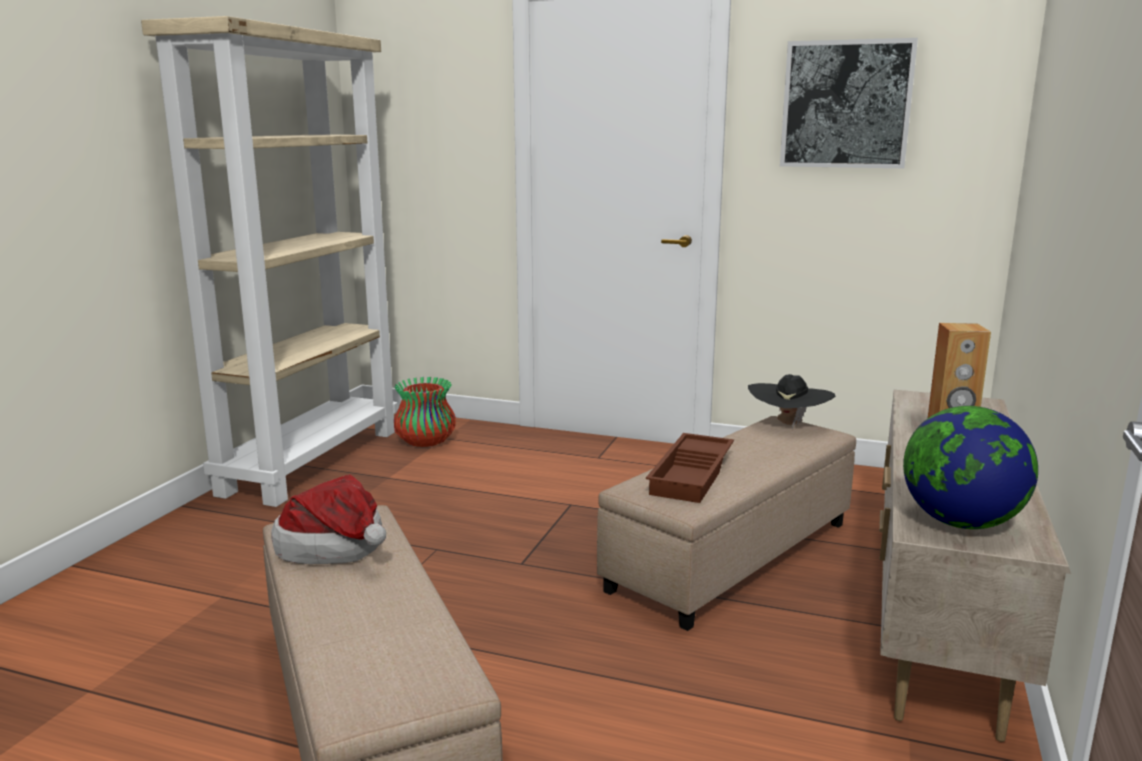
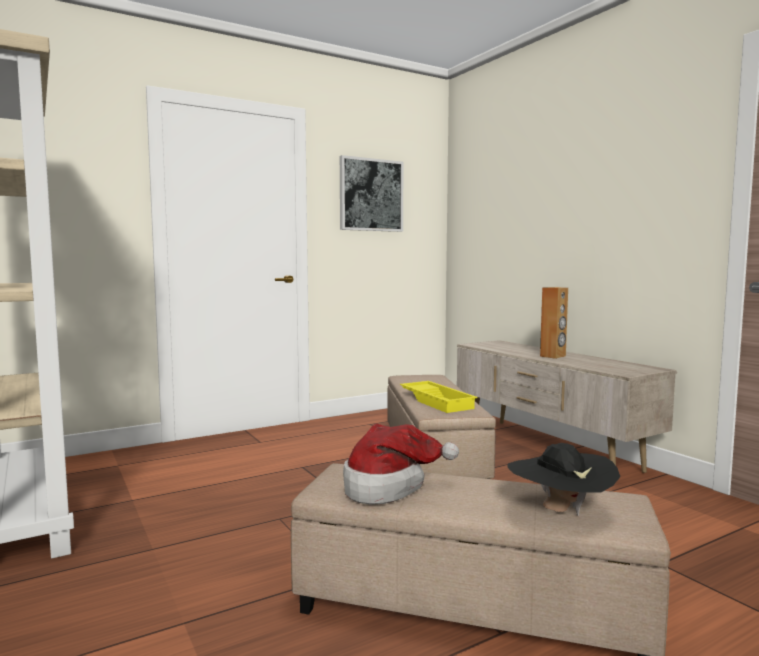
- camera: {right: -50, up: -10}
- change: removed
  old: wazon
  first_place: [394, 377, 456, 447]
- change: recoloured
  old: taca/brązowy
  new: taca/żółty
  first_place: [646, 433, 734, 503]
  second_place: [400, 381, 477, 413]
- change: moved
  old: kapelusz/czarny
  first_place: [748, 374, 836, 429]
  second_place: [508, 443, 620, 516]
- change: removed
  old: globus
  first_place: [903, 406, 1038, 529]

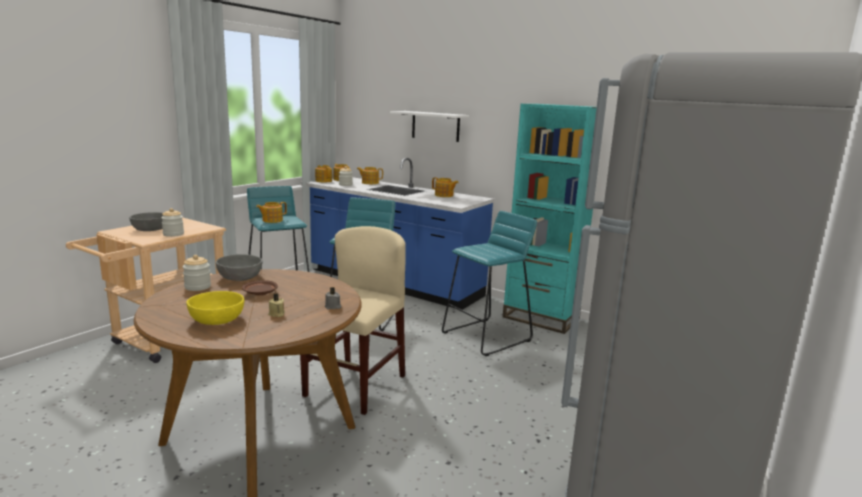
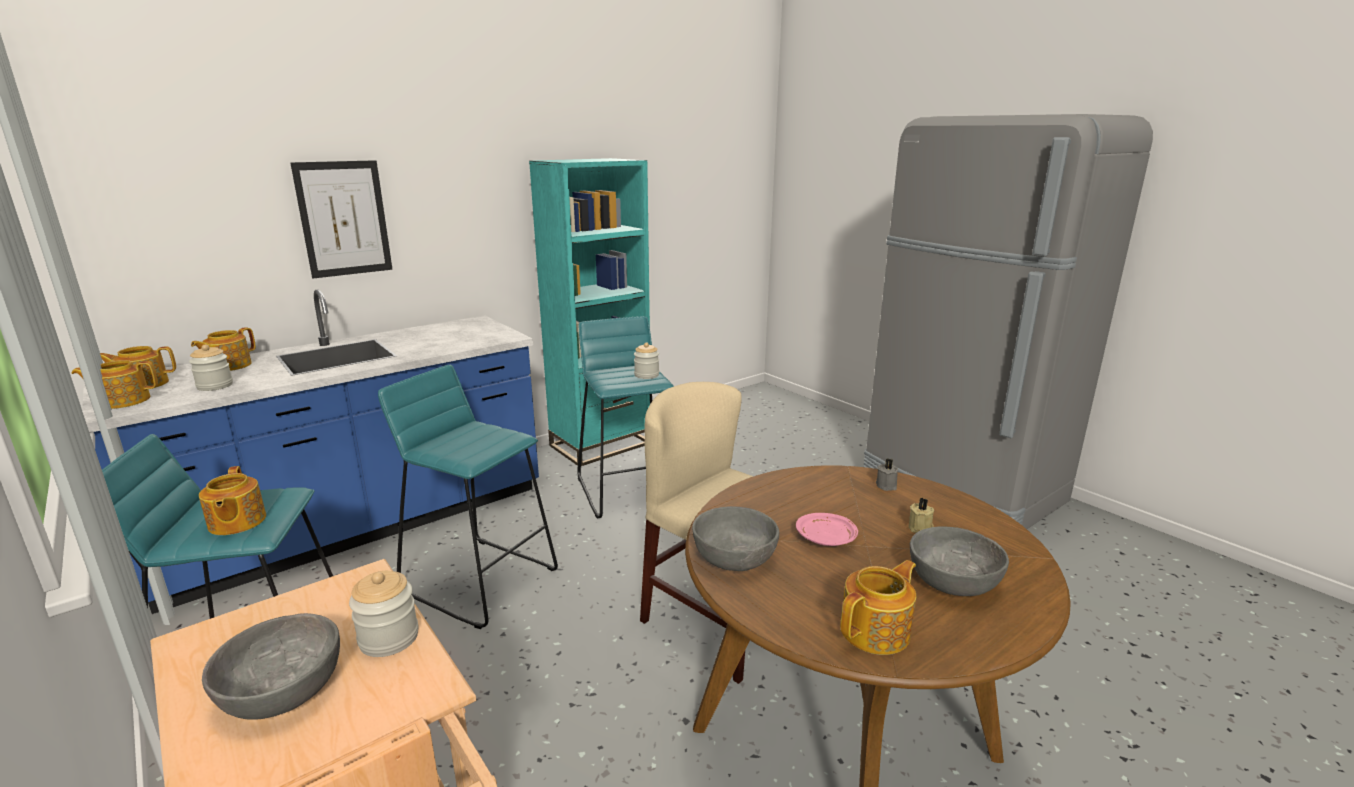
- camera: {right: -70, up: 5}
- change: moved
  old: słoik
  first_place: [183, 255, 211, 291]
  second_place: [634, 343, 659, 379]
- change: recoloured
  old: miska/żółty
  new: miska/szary
  first_place: [186, 291, 244, 325]
  second_place: [910, 527, 1009, 596]
- change: recoloured
  old: talerz/brązowy
  new: talerz/różowy
  first_place: [242, 280, 278, 296]
  second_place: [796, 513, 858, 546]
- change: replaced
  old: półka/biały
  new: obraz
  first_place: [390, 111, 469, 142]
  second_place: [290, 160, 392, 278]
- change: moved
  old: imbryk
  first_place: [432, 177, 459, 197]
  second_place: [840, 560, 916, 655]

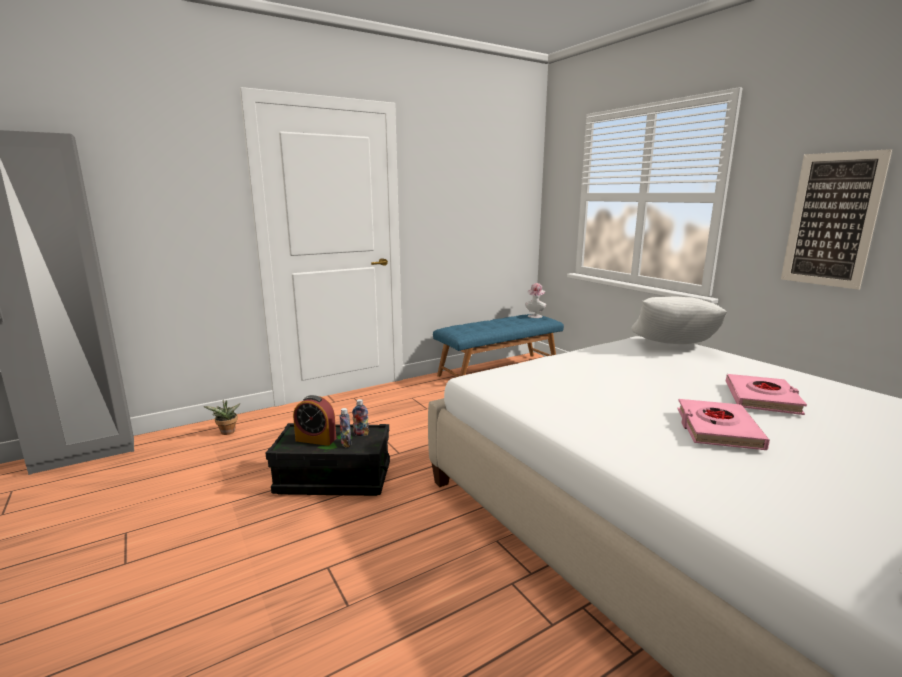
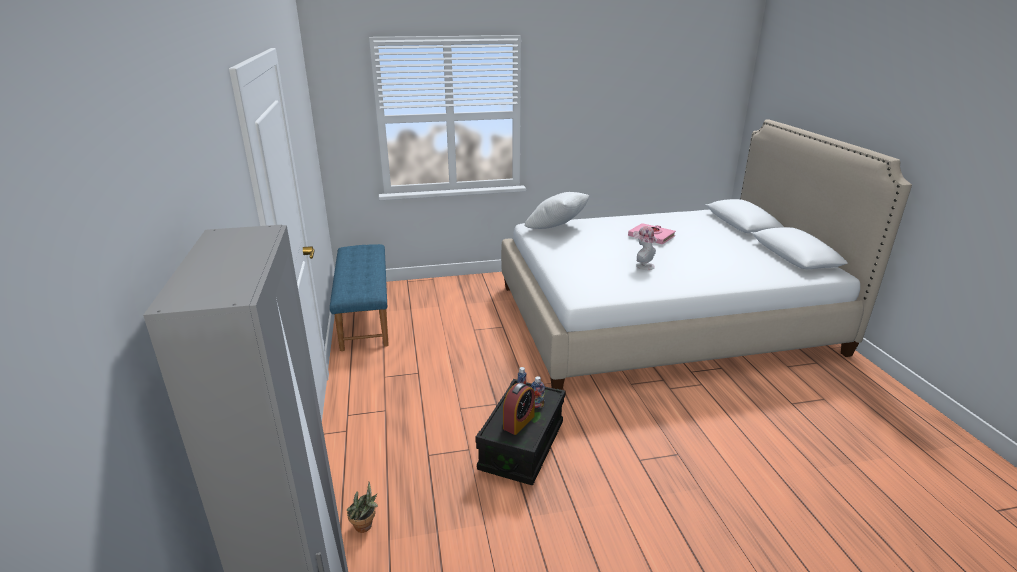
- camera: {right: -70, up: 10}
- change: moved
  old: kapelusz
  first_place: [525, 283, 546, 318]
  second_place: [633, 226, 657, 270]
- change: removed
  old: książka/różowy
  first_place: [677, 399, 770, 450]
- change: removed
  old: obraz
  first_place: [781, 149, 892, 290]

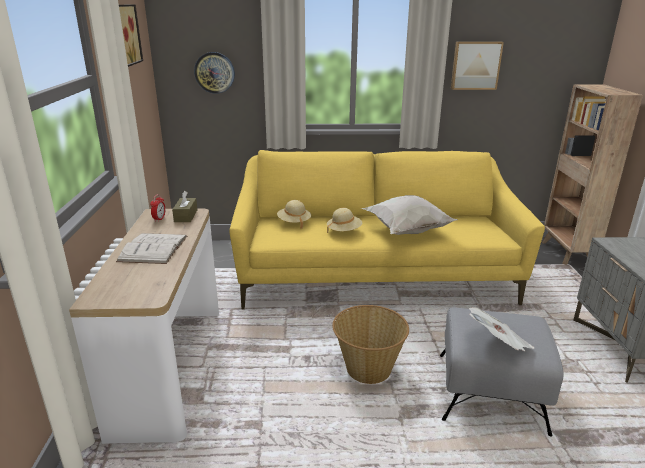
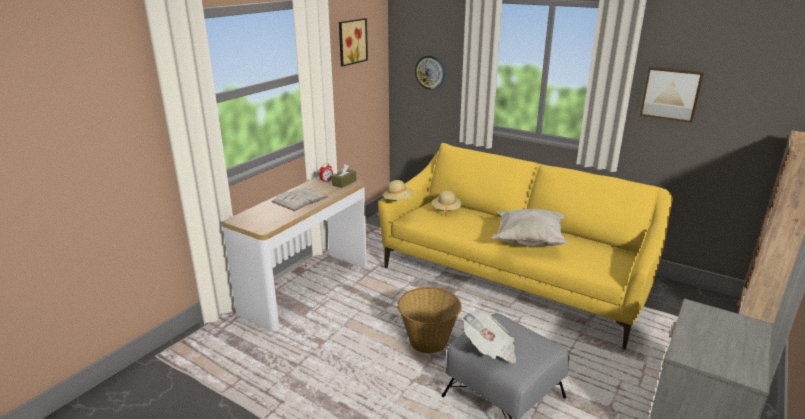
- camera: {right: 35, up: 0}
- change: moved
  old: kapelusz/beżowy
  first_place: [327, 208, 362, 233]
  second_place: [383, 180, 414, 200]

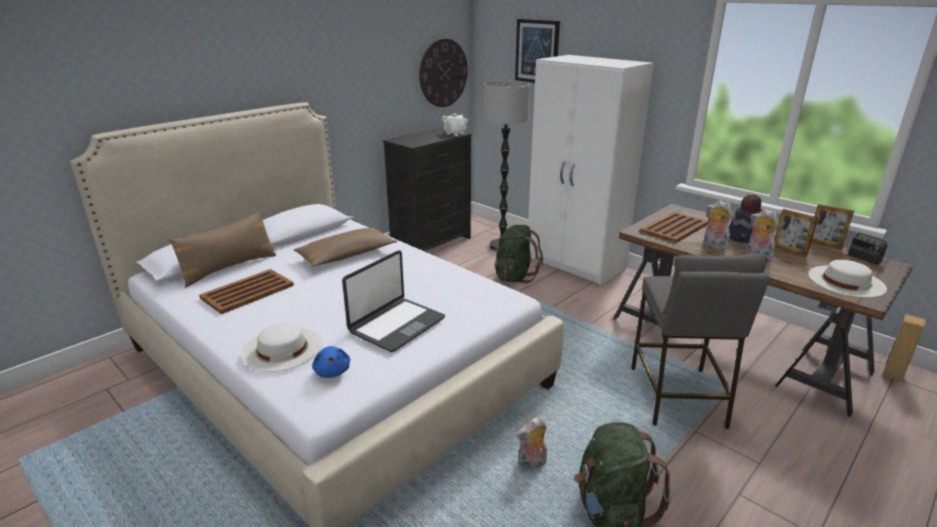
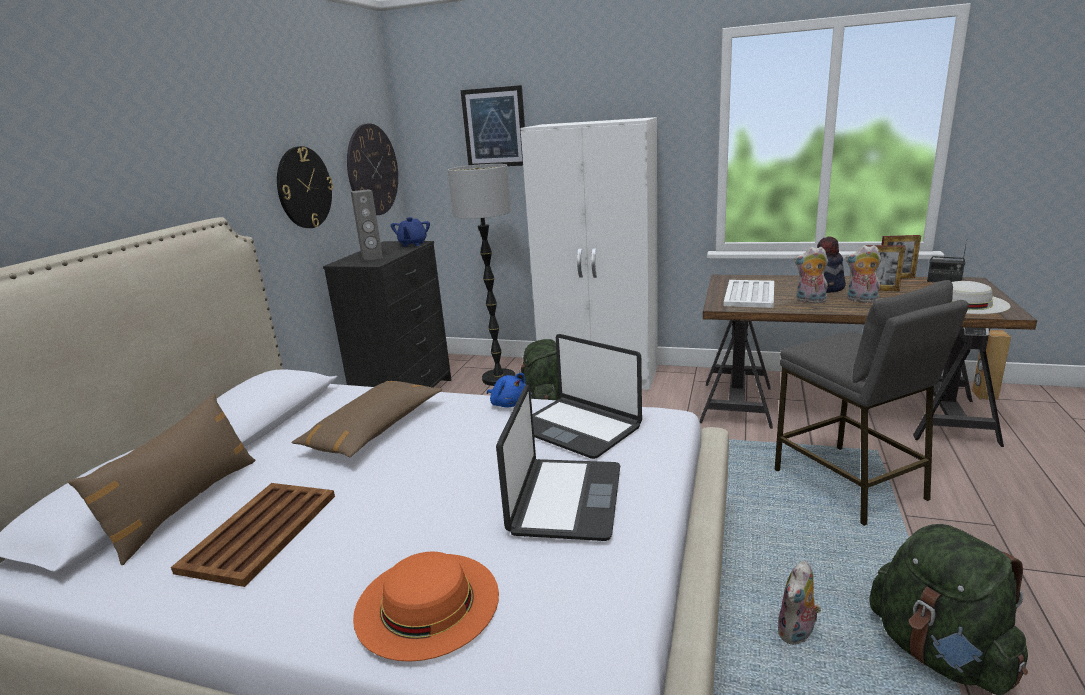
- camera: {right: -25, up: -5}
- change: recoloured
  old: kapelusz/biały
  new: kapelusz/pomarańczowy
  first_place: [241, 323, 322, 372]
  second_place: [353, 552, 499, 662]
- change: moved
  old: pluszak/niebieski
  first_place: [312, 346, 350, 378]
  second_place: [487, 373, 526, 407]
- change: recoloured
  old: imbryk/biały
  new: imbryk/niebieski
  first_place: [442, 114, 468, 136]
  second_place: [391, 217, 430, 247]
- change: recoloured
  old: taca/brązowy
  new: taca/biały
  first_place: [640, 212, 708, 243]
  second_place: [723, 280, 774, 308]
- change: added
  new: zegar ścienny
  second_place: [277, 146, 333, 228]
- change: added
  new: głośnik/szary
  second_place: [350, 189, 383, 261]
- change: added
  new: laptop
  second_place: [532, 334, 642, 459]

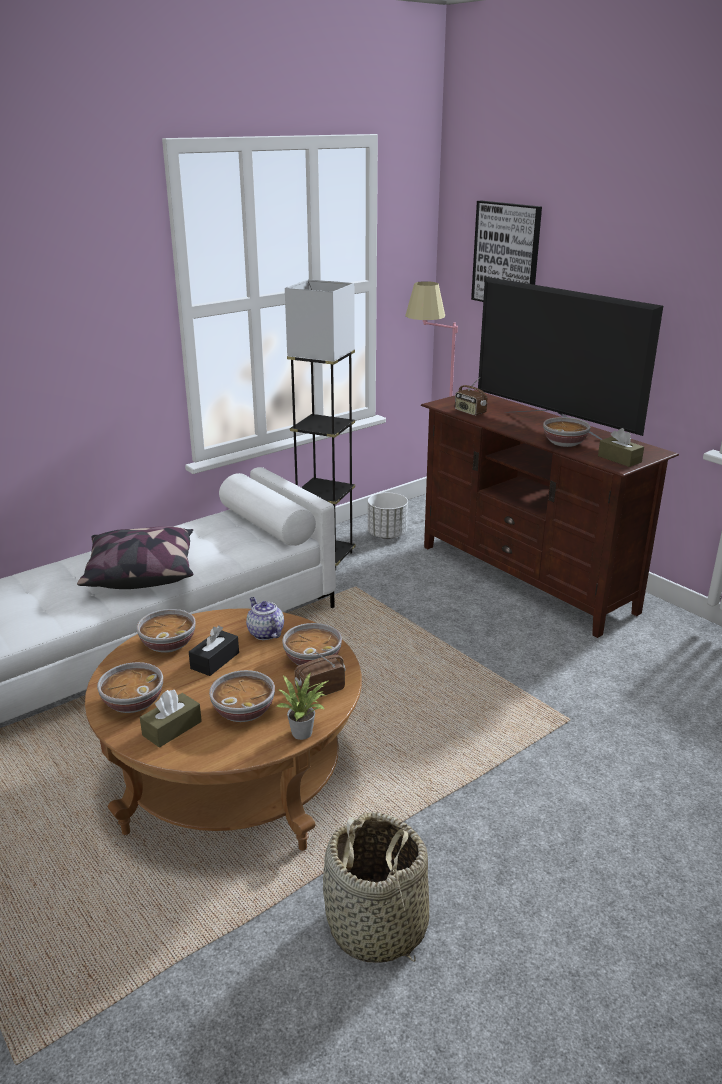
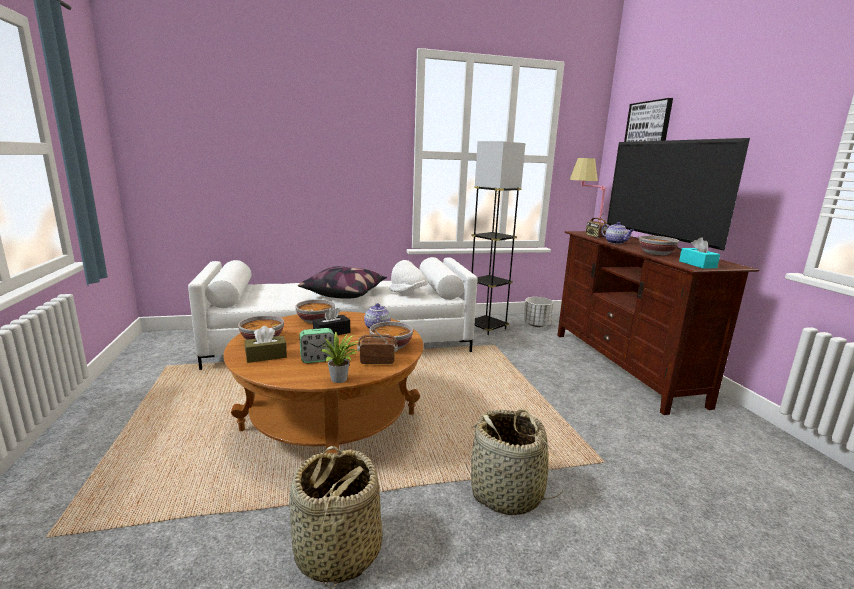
- camera: {right: 25, up: -10}
- change: replaced
  old: miska
  new: budzik
  first_place: [209, 670, 275, 722]
  second_place: [299, 328, 334, 363]
- change: recoloured
  old: pudełko chusteczek/brązowy
  new: pudełko chusteczek/turkusowy
  first_place: [598, 428, 644, 467]
  second_place: [679, 238, 720, 269]
- change: added
  new: kapelusz/biały
  second_place: [389, 260, 428, 292]
- change: added
  new: koszyk
  second_place: [466, 409, 564, 515]
- change: added
  new: imbryk
  second_place: [601, 222, 634, 244]

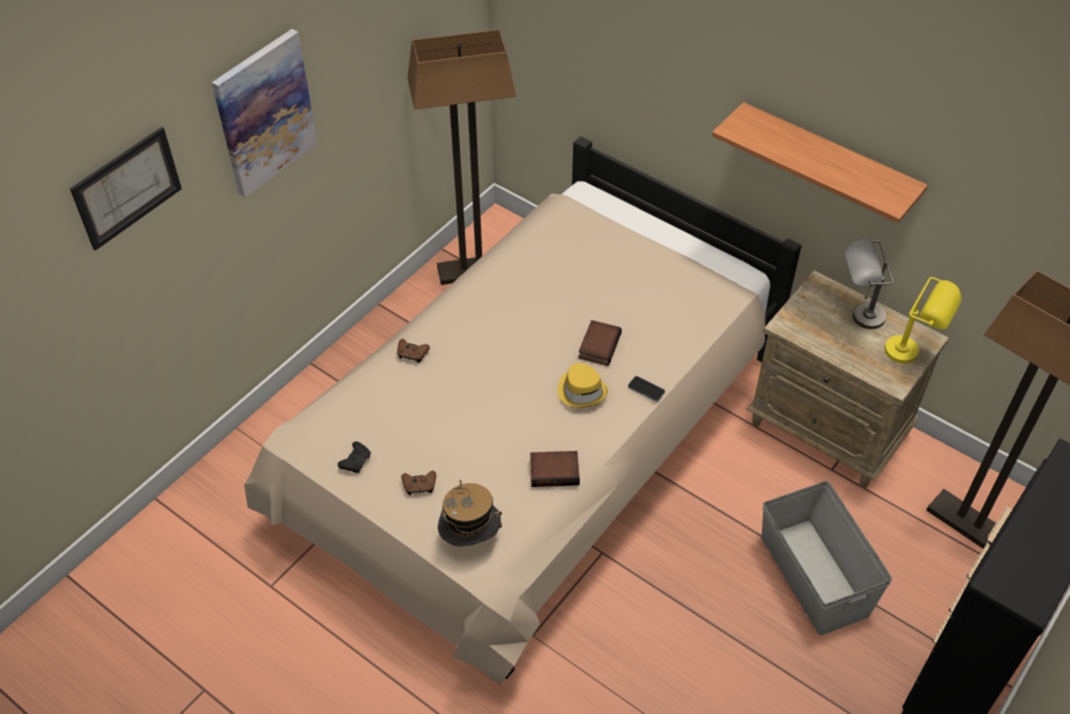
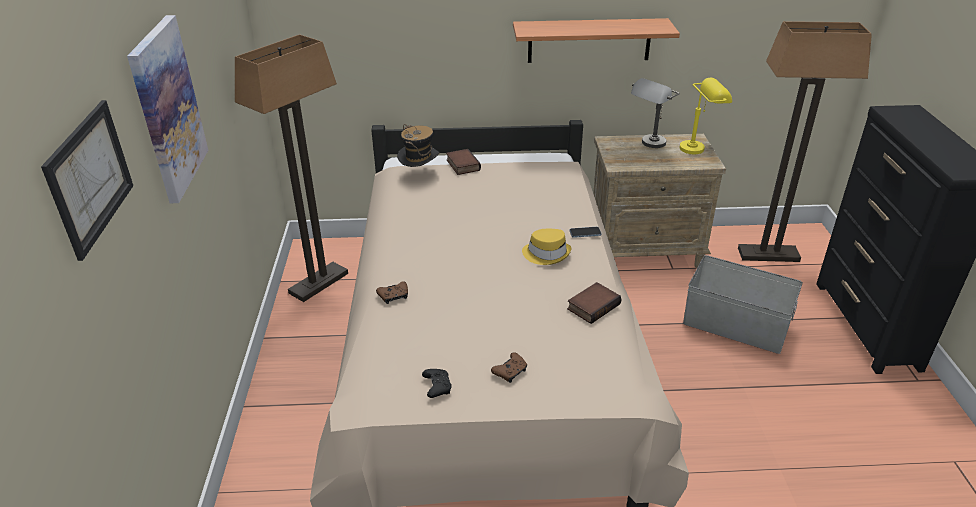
- camera: {right: -40, up: -15}
- change: moved
  old: kapelusz
  first_place: [438, 479, 502, 546]
  second_place: [397, 124, 440, 167]
- change: moved
  old: książka
  first_place: [578, 320, 622, 366]
  second_place: [446, 149, 481, 175]

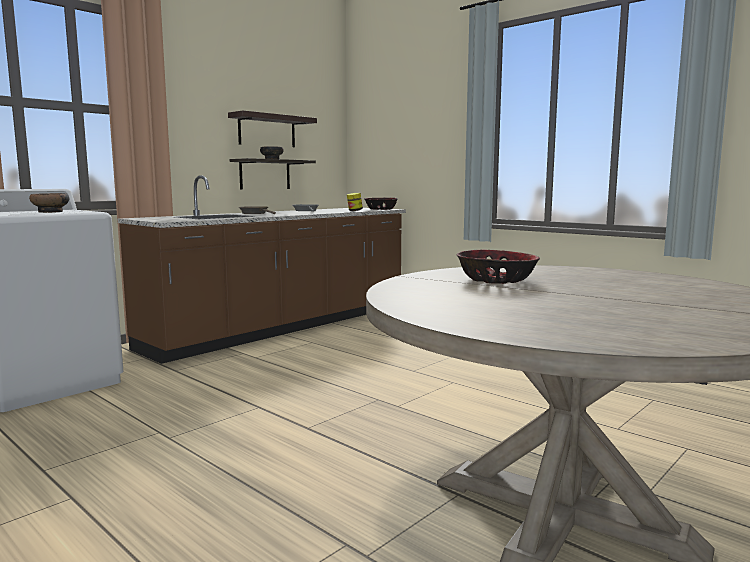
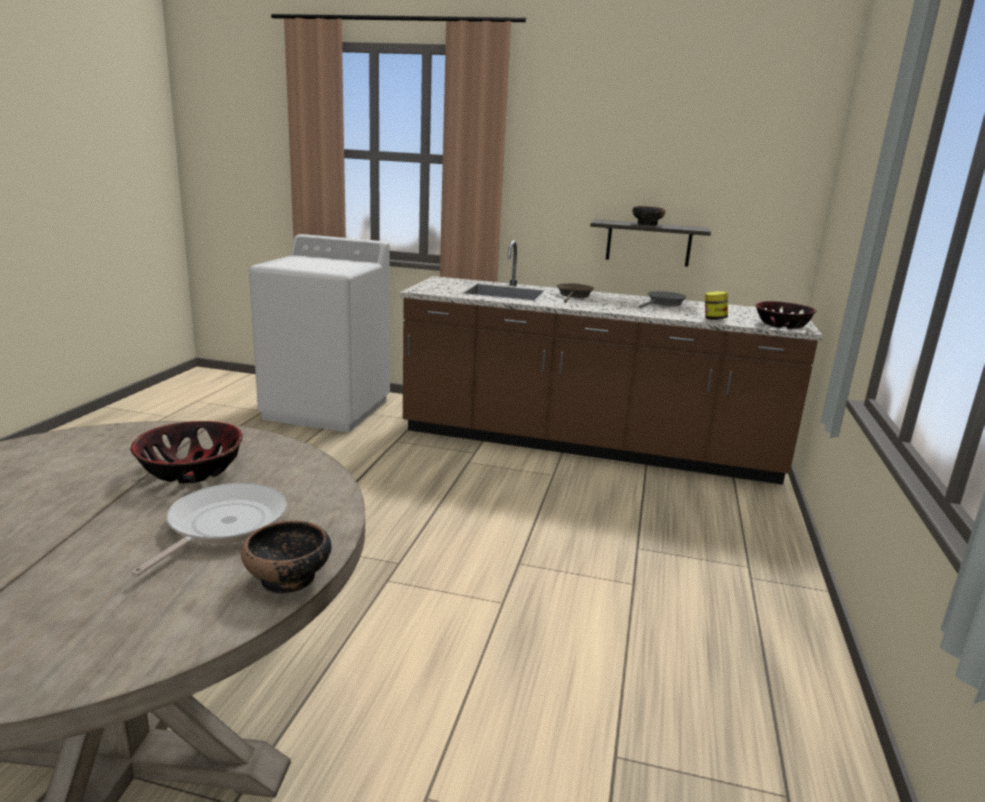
- camera: {right: 60, up: 10}
- change: moved
  old: miska
  first_place: [29, 193, 69, 213]
  second_place: [241, 520, 331, 594]
- change: removed
  old: półka
  first_place: [228, 110, 317, 147]
- change: added
  new: patelnia
  second_place: [131, 483, 287, 577]

